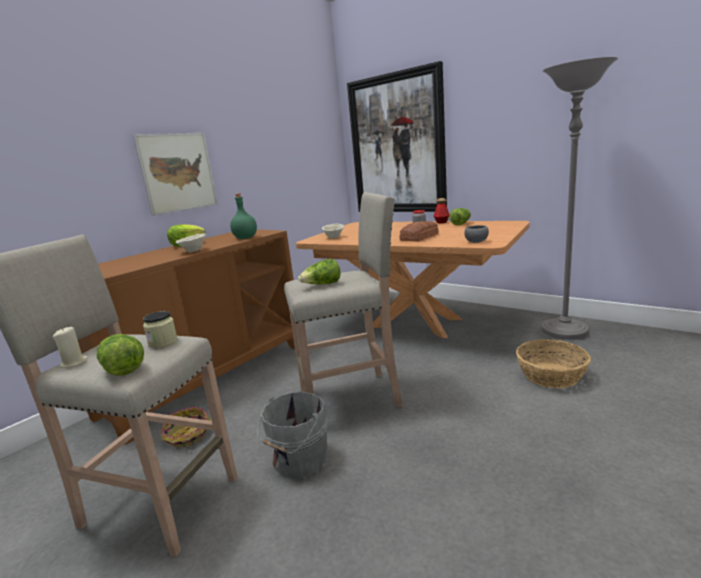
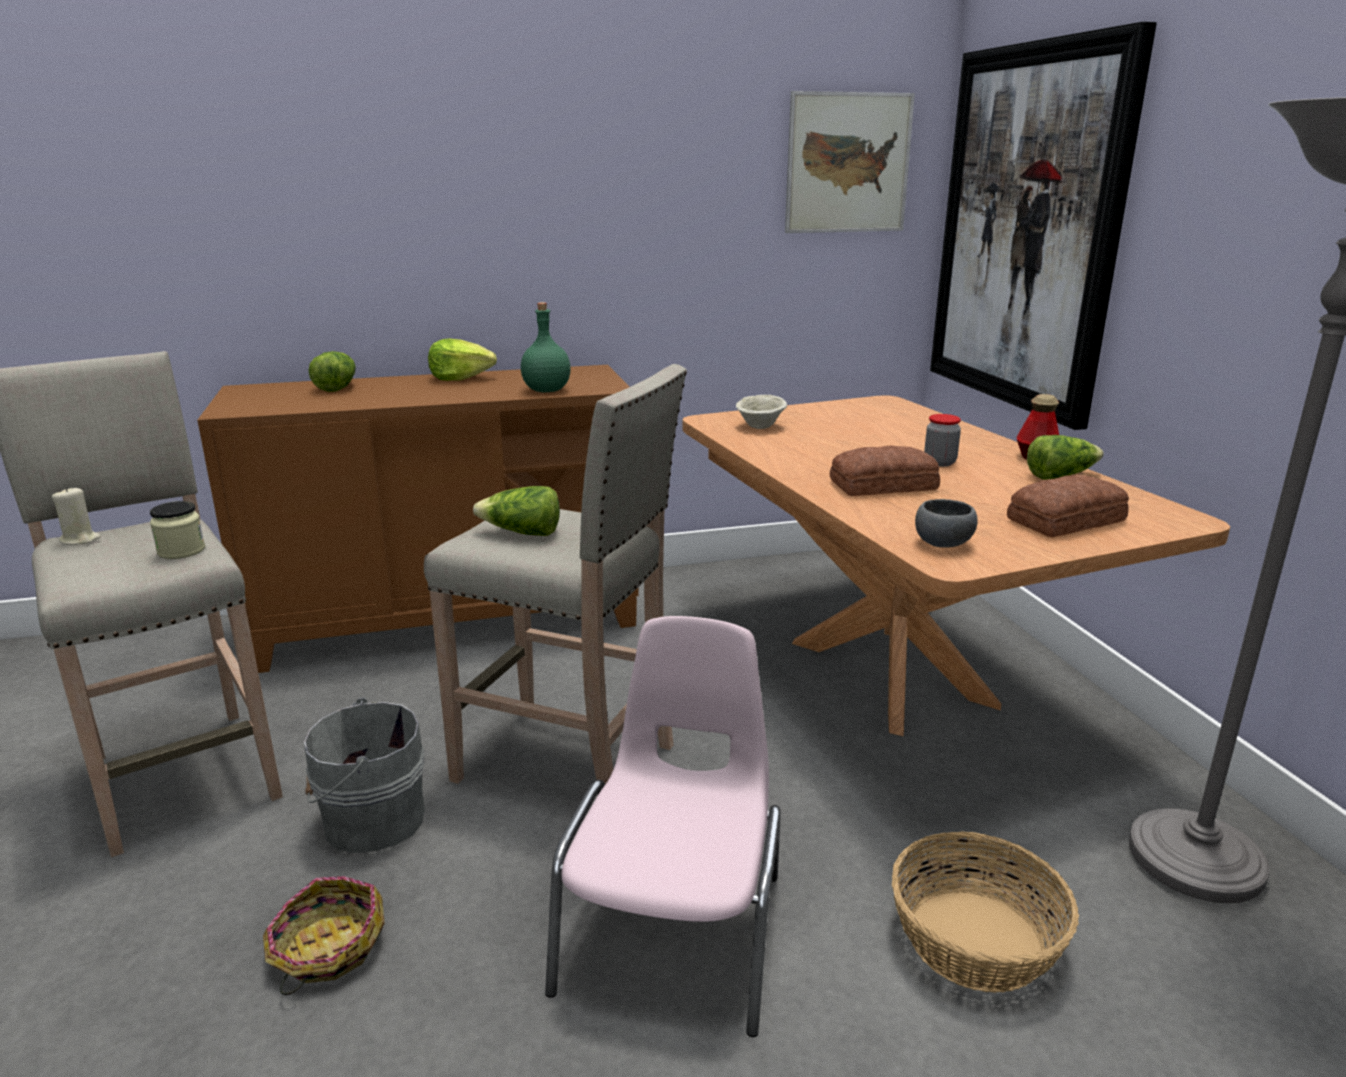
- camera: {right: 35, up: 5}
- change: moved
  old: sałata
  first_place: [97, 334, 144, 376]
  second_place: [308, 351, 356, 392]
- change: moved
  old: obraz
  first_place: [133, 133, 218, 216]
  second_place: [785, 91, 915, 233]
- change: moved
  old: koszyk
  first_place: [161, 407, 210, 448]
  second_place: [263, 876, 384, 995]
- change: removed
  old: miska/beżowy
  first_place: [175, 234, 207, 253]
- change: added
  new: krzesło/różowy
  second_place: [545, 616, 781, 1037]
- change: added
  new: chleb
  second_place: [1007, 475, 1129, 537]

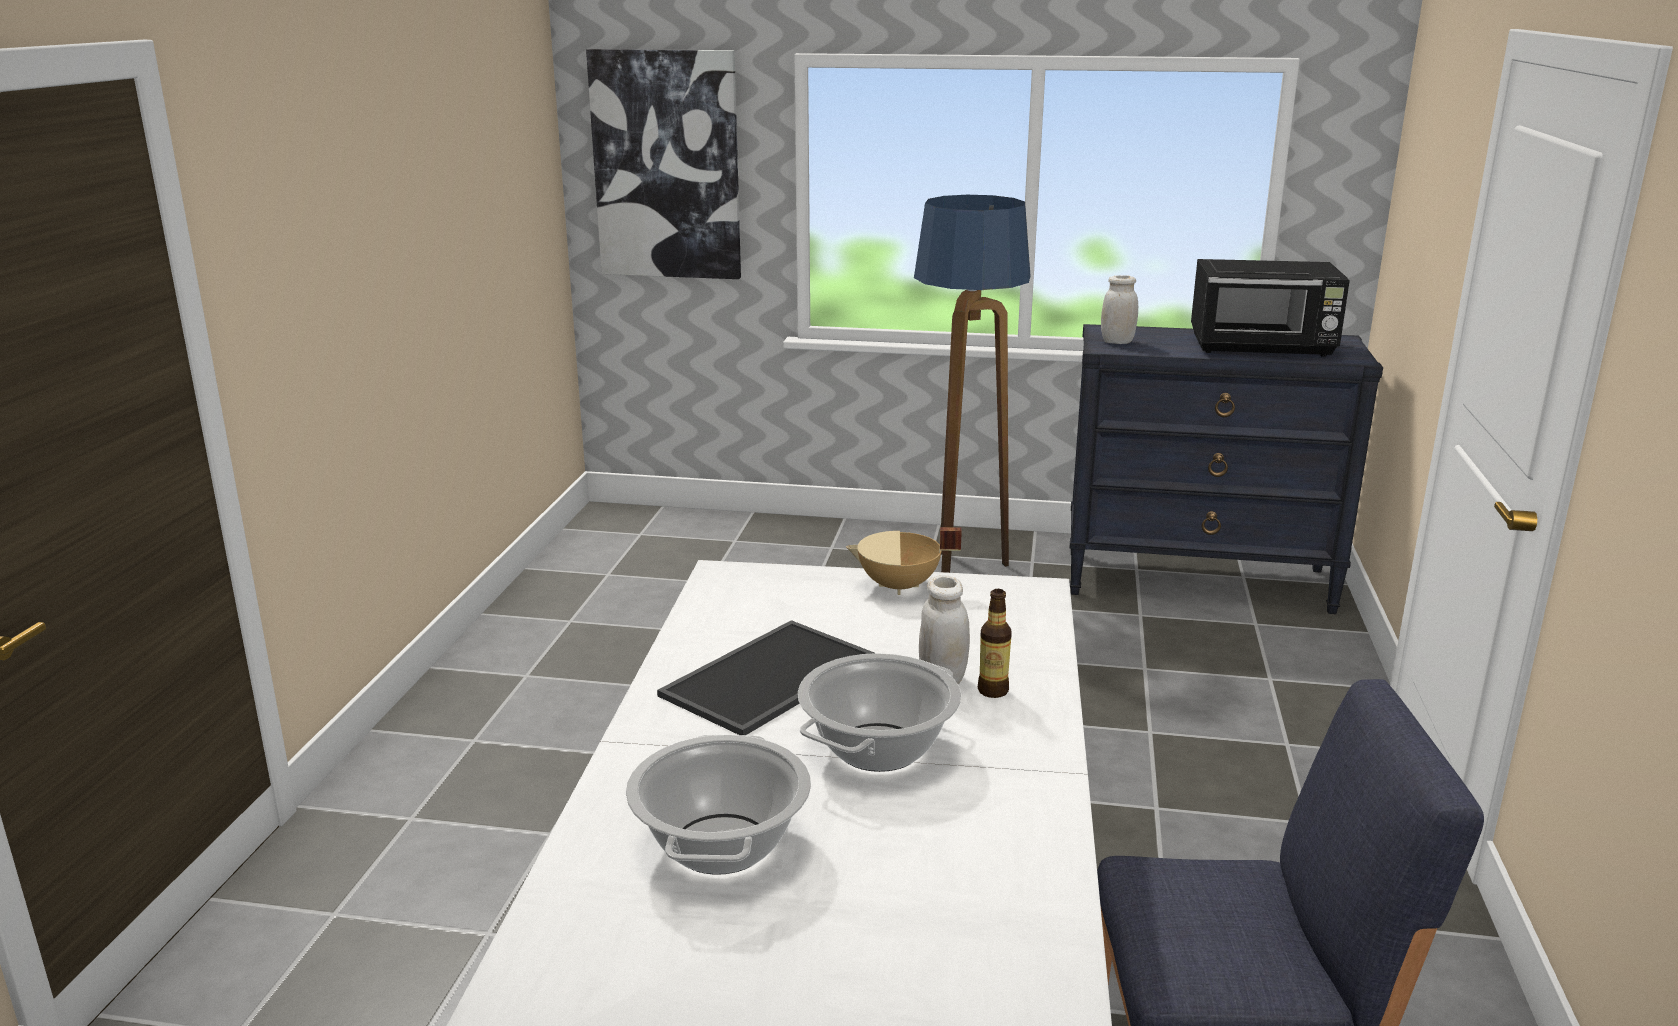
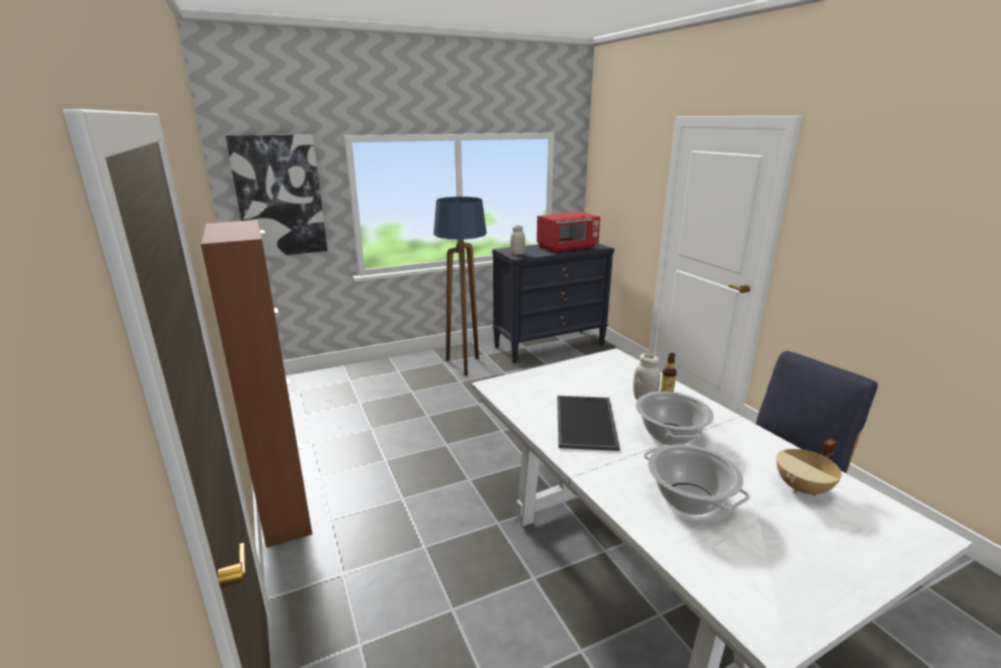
- camera: {right: -35, up: 0}
- change: moved
  old: garnek/beżowy
  first_place: [846, 527, 962, 595]
  second_place: [776, 439, 842, 496]
- change: recoloured
  old: mikrofalówka/czarny
  new: mikrofalówka/czerwony
  first_place: [1191, 259, 1350, 357]
  second_place: [537, 212, 600, 253]
- change: added
  new: szafka/brązowy
  second_place: [201, 220, 312, 548]

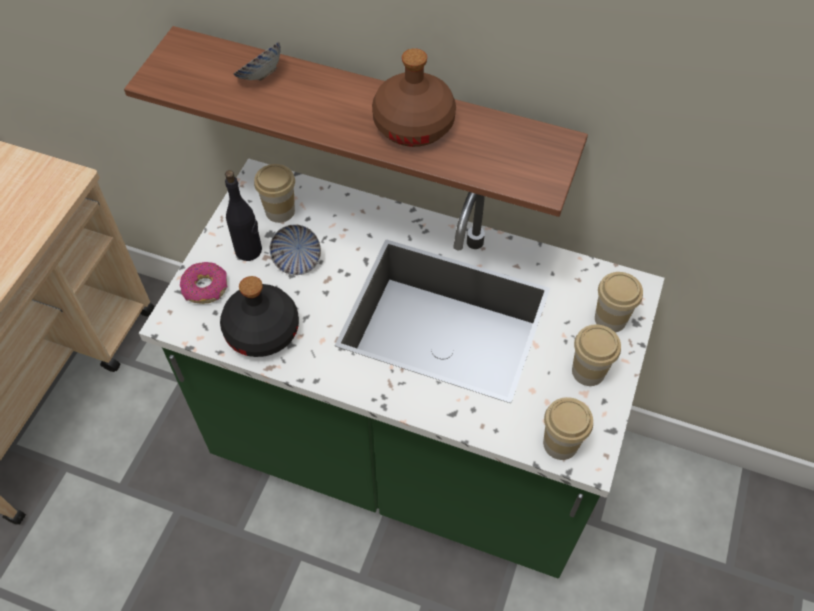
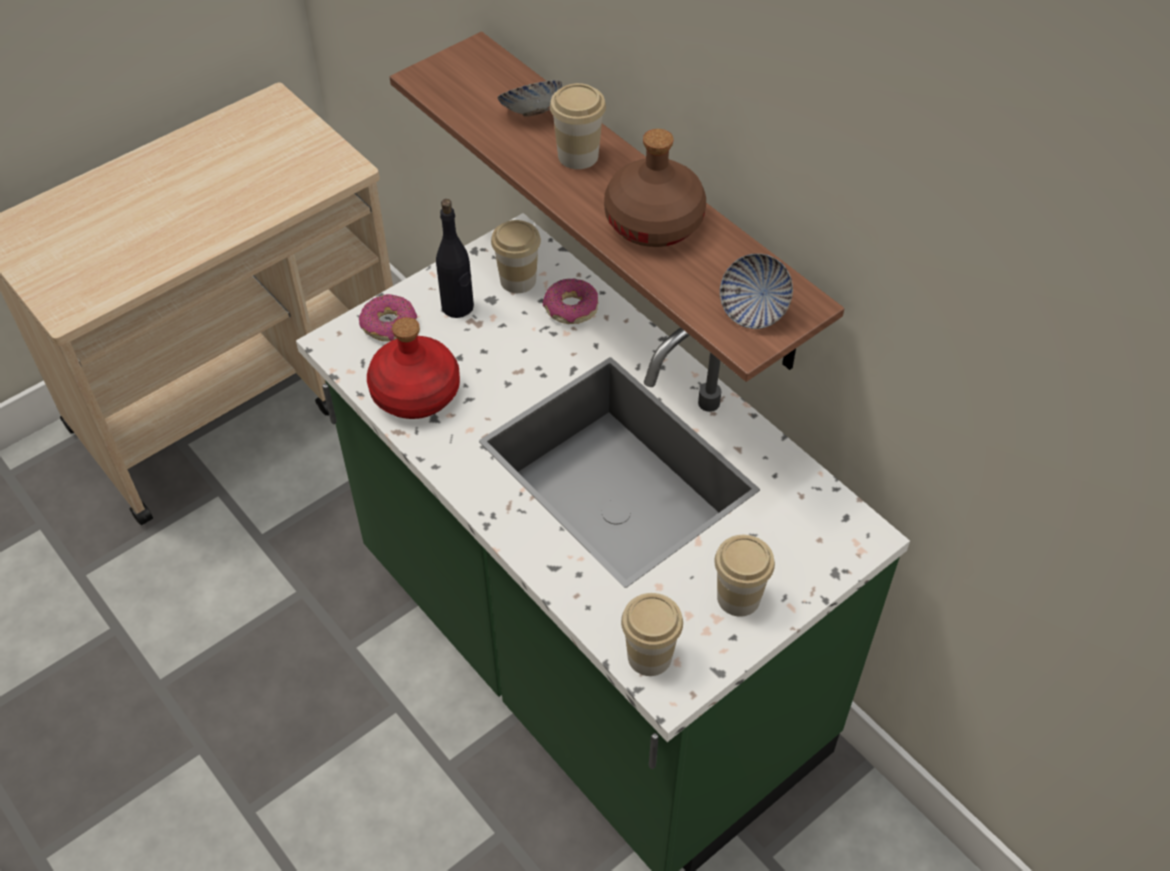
- camera: {right: 30, up: -5}
- change: recoloured
  old: butelka/czarny
  new: butelka/czerwony
  first_place: [220, 276, 299, 357]
  second_place: [367, 317, 460, 419]
- change: moved
  old: miska
  first_place: [270, 225, 321, 275]
  second_place: [720, 253, 793, 329]
- change: moved
  old: filiżanka
  first_place: [595, 272, 643, 332]
  second_place: [550, 83, 606, 169]
- change: added
  new: donut
  second_place: [543, 278, 599, 324]

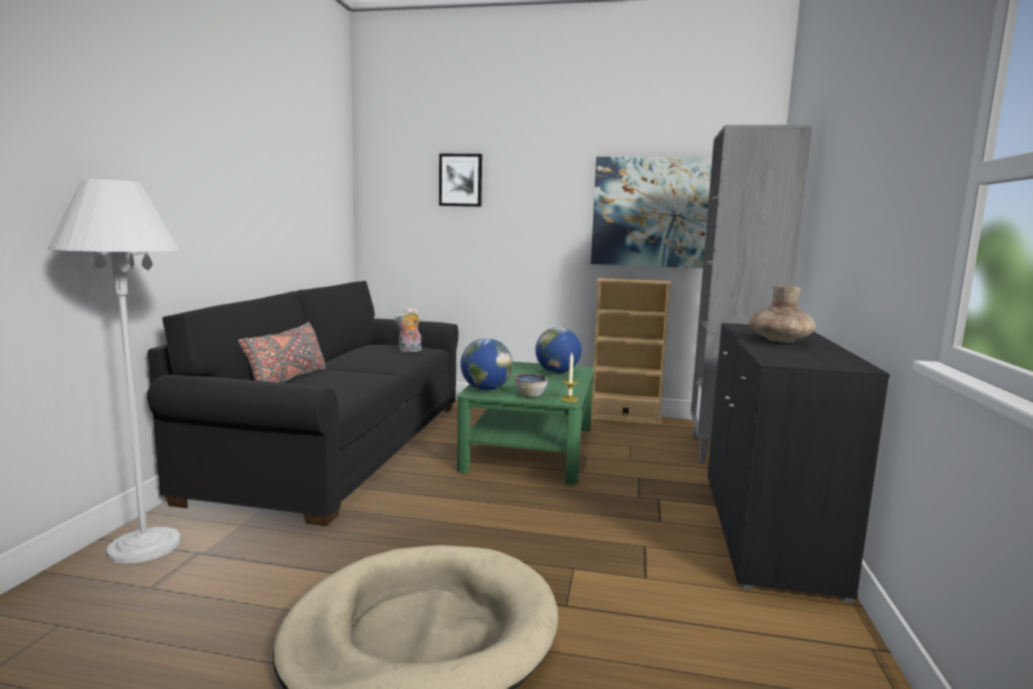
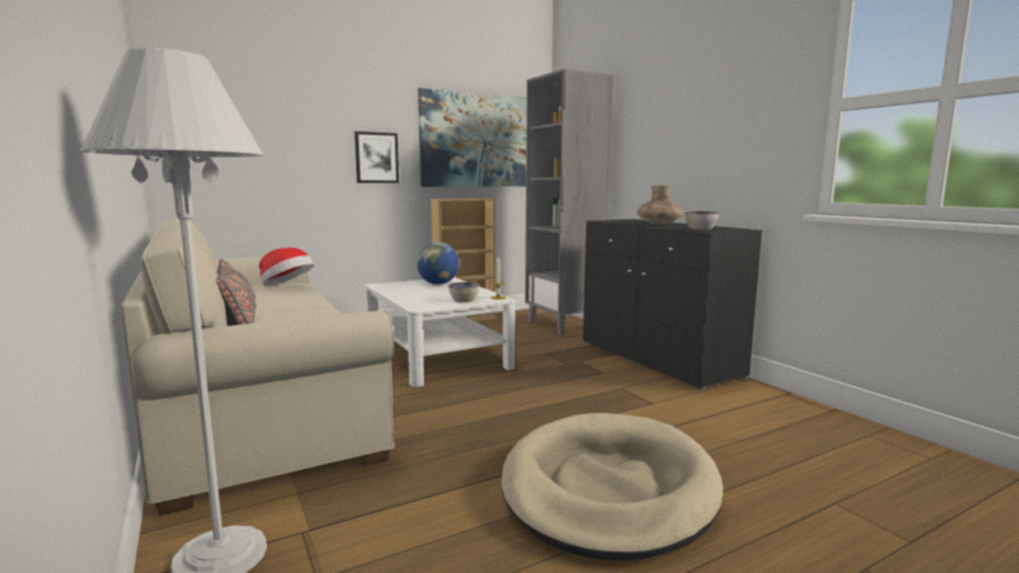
- camera: {right: -40, up: 0}
- change: recoloured
  old: kanapa/czarny
  new: kanapa/beżowy
  first_place: [147, 281, 458, 526]
  second_place: [121, 218, 395, 516]
- change: replaced
  old: pluszak
  new: kapelusz
  first_place: [395, 308, 422, 352]
  second_place: [259, 247, 314, 285]
- change: moved
  old: obraz
  first_place: [439, 154, 482, 207]
  second_place: [355, 131, 399, 183]
- change: recoloured
  old: ława/zielony
  new: ława/biały
  first_place: [457, 362, 594, 484]
  second_place: [365, 277, 515, 387]
- change: removed
  old: globus
  first_place: [460, 338, 513, 390]
- change: added
  new: miska
  second_place: [685, 211, 720, 230]

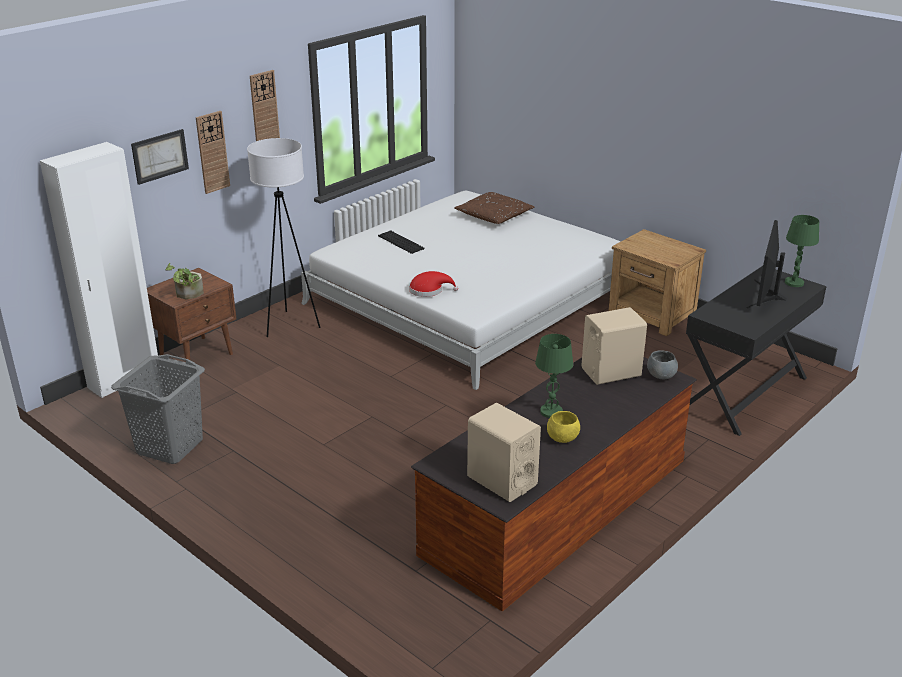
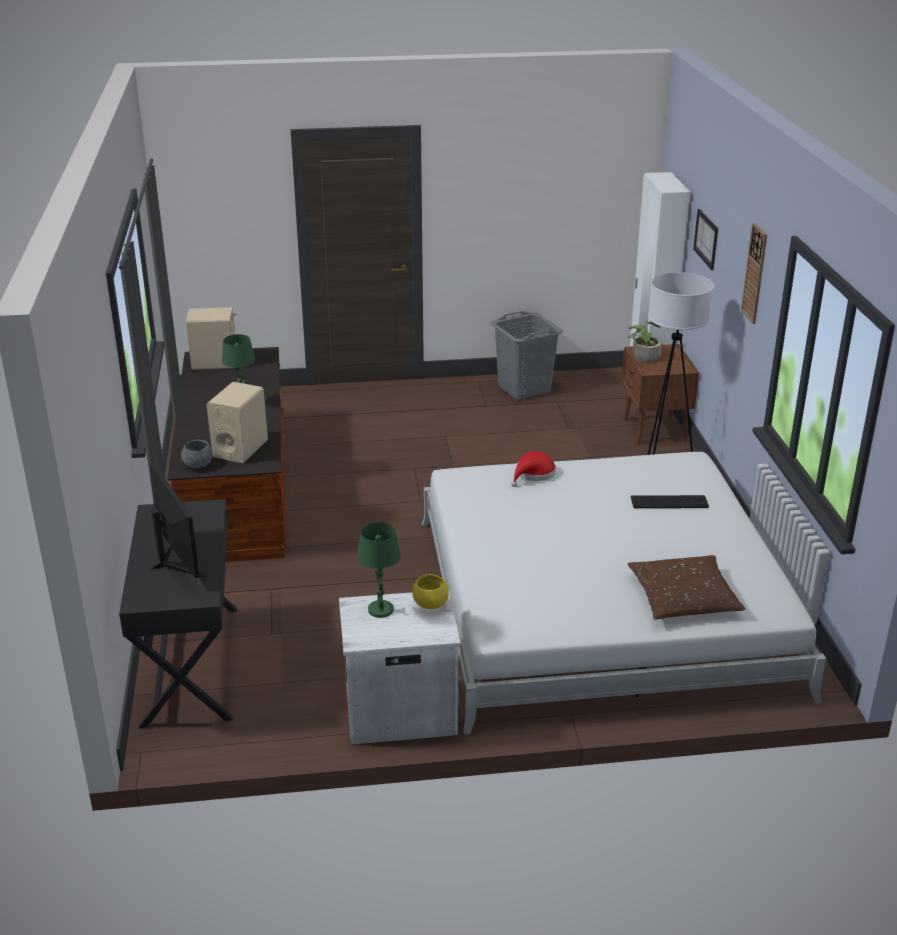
- camera: {right: 130, up: 0}
- change: removed
  old: zegar ścienny
  first_place: [196, 111, 230, 194]
- change: moved
  old: miska/żółty
  first_place: [547, 411, 580, 443]
  second_place: [412, 574, 449, 609]
- change: recoloured
  old: szafka nocna/brązowy
  new: szafka nocna/biały
  first_place: [609, 229, 706, 336]
  second_place: [339, 591, 461, 745]
- change: moved
  old: lampa stołowa/zielony
  first_place: [785, 215, 819, 287]
  second_place: [357, 522, 401, 618]

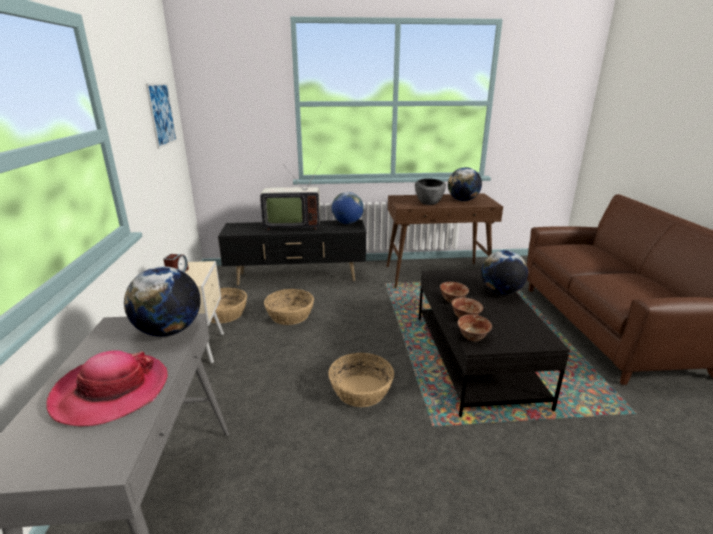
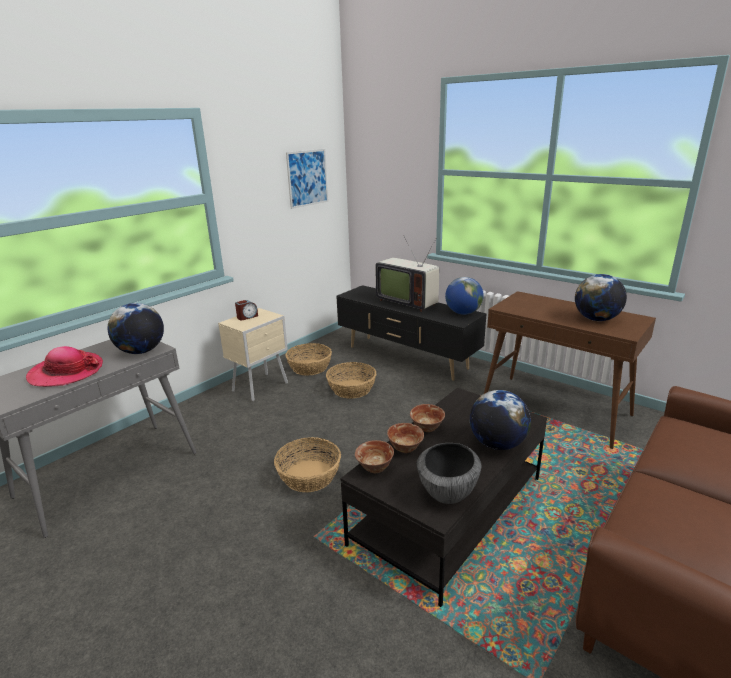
- camera: {right: 45, up: 0}
- change: moved
  old: miska
  first_place: [415, 178, 446, 205]
  second_place: [416, 443, 481, 504]

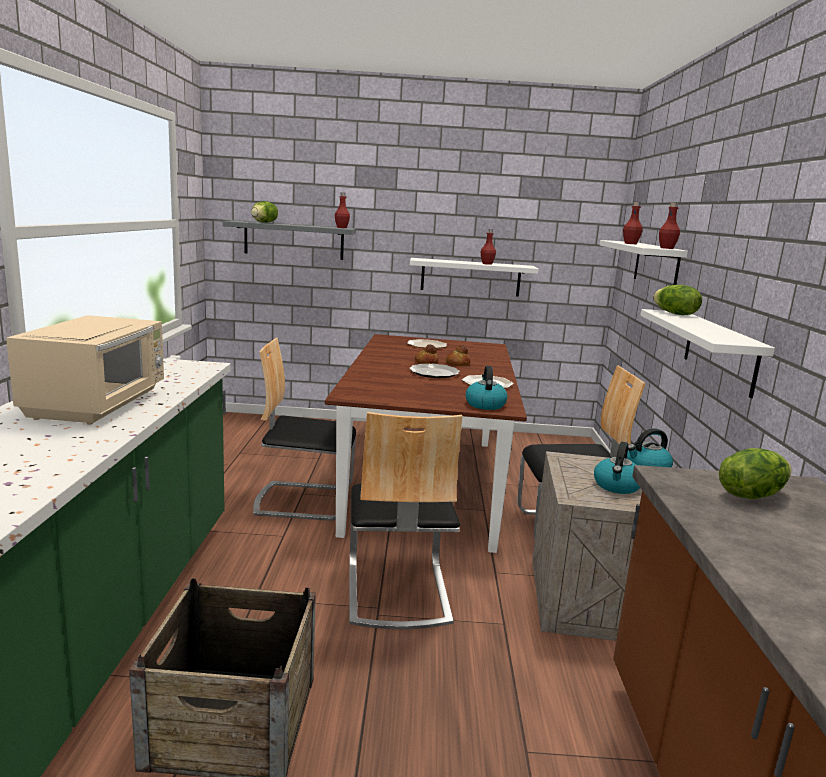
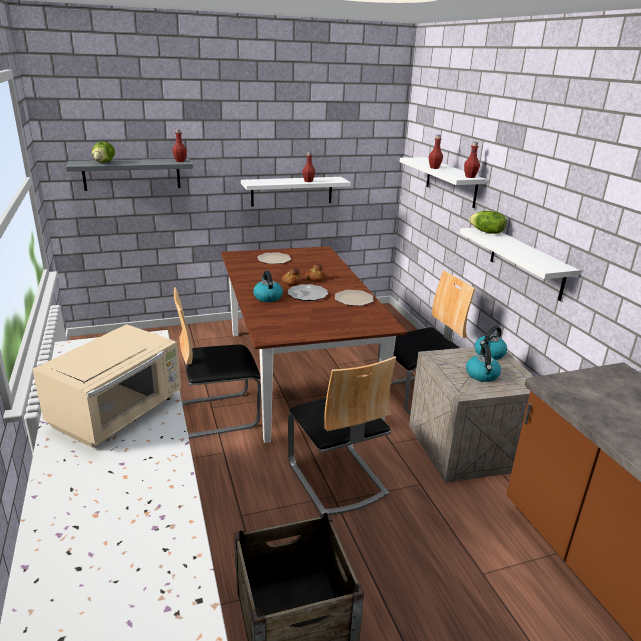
- camera: {right: -20, up: 10}
- change: turned
  old: mikrofalówka/beżowy
  first_place: [6, 315, 164, 425]
  second_place: [32, 324, 181, 448]
  degrees: 45
- change: moved
  old: czajnik
  first_place: [465, 366, 507, 410]
  second_place: [253, 271, 283, 302]
- change: removed
  old: sałata
  first_place: [719, 448, 792, 499]

